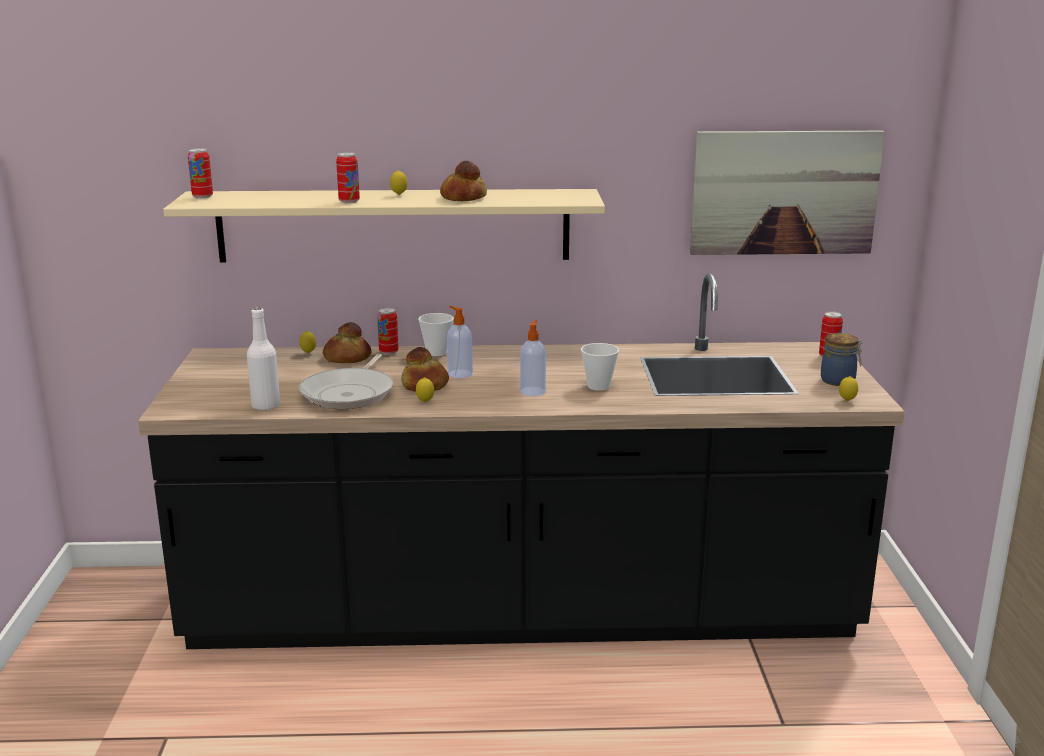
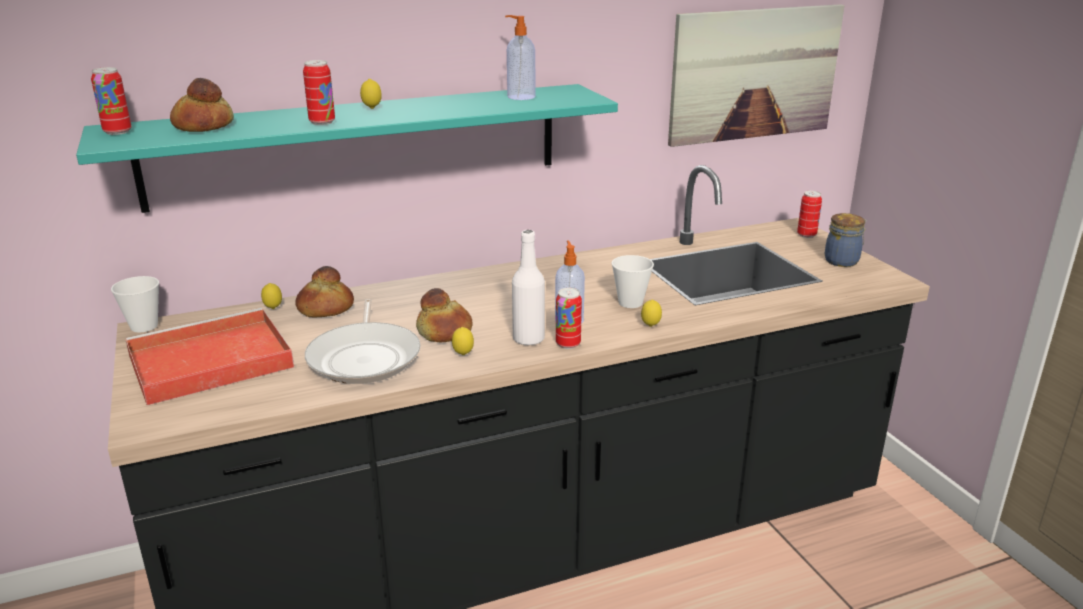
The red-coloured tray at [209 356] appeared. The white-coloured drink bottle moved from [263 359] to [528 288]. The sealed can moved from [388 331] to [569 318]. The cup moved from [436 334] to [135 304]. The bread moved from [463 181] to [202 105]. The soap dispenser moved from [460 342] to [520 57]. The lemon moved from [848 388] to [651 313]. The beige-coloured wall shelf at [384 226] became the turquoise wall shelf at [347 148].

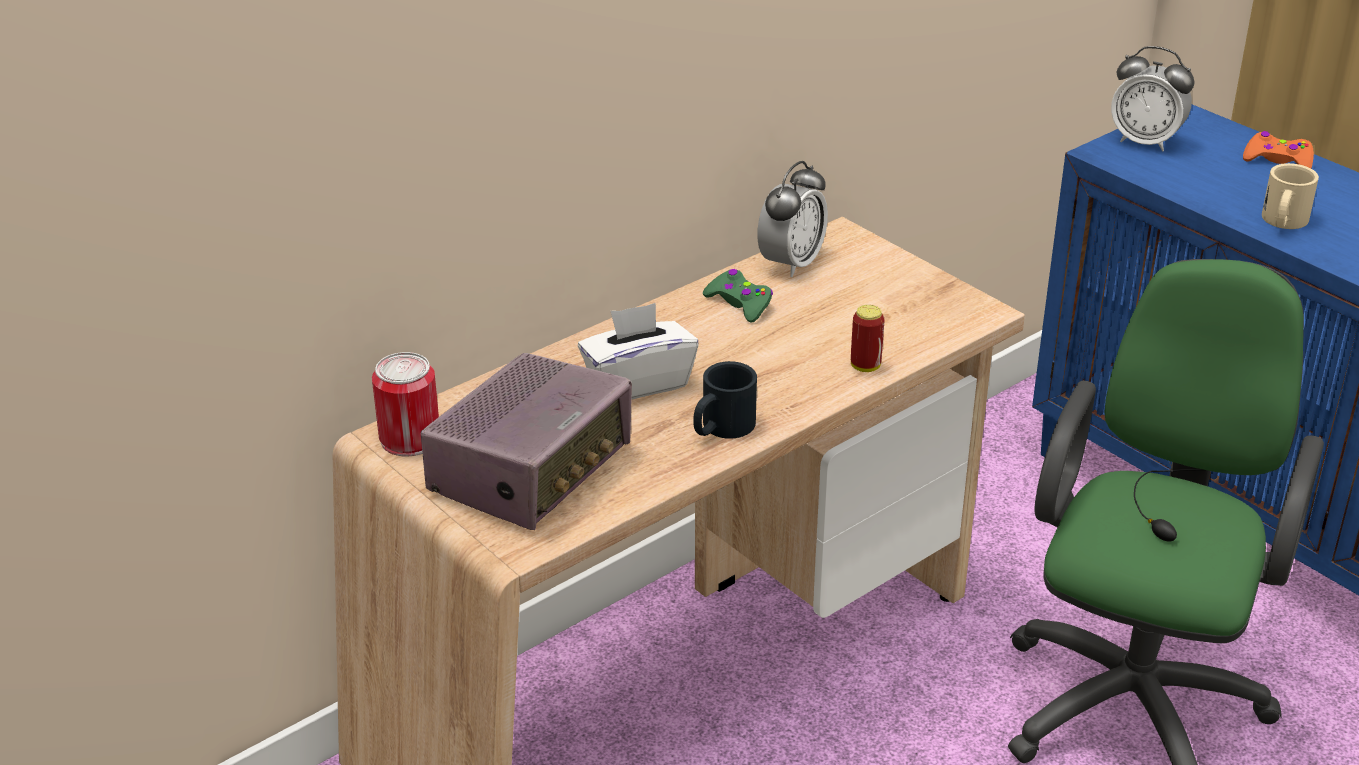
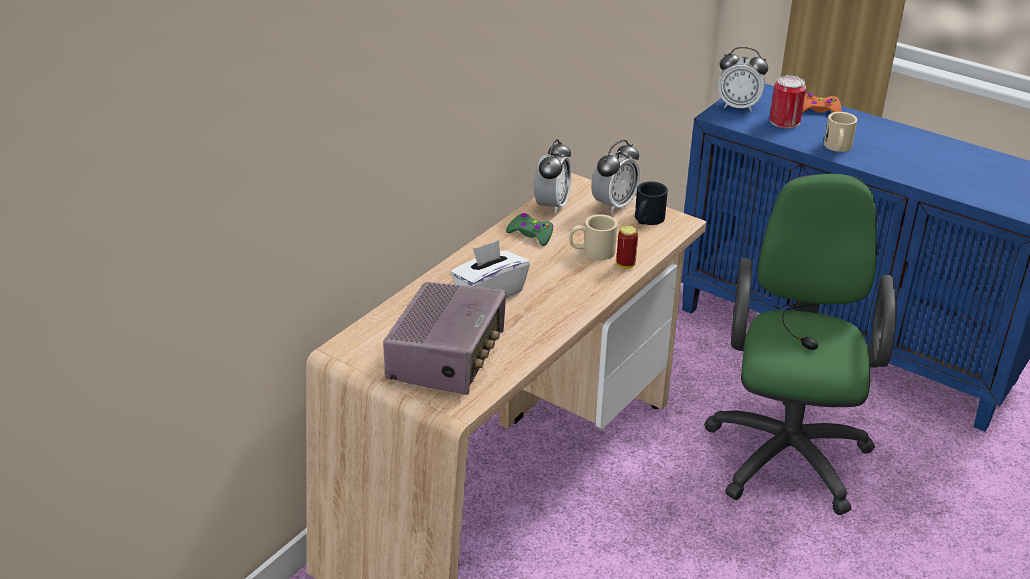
The beige-coloured tea mug at [593 237] appeared. The alarm clock at [615 177] appeared. The sealed can moved from [405 404] to [788 101]. The blackish tea mug moved from [725 400] to [651 203].

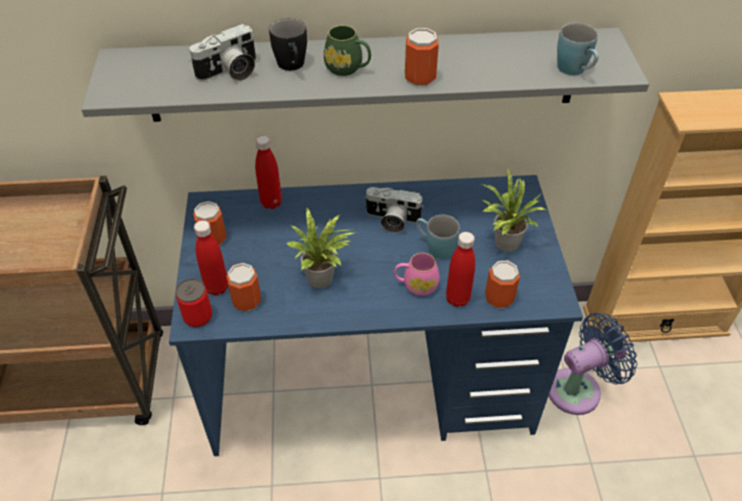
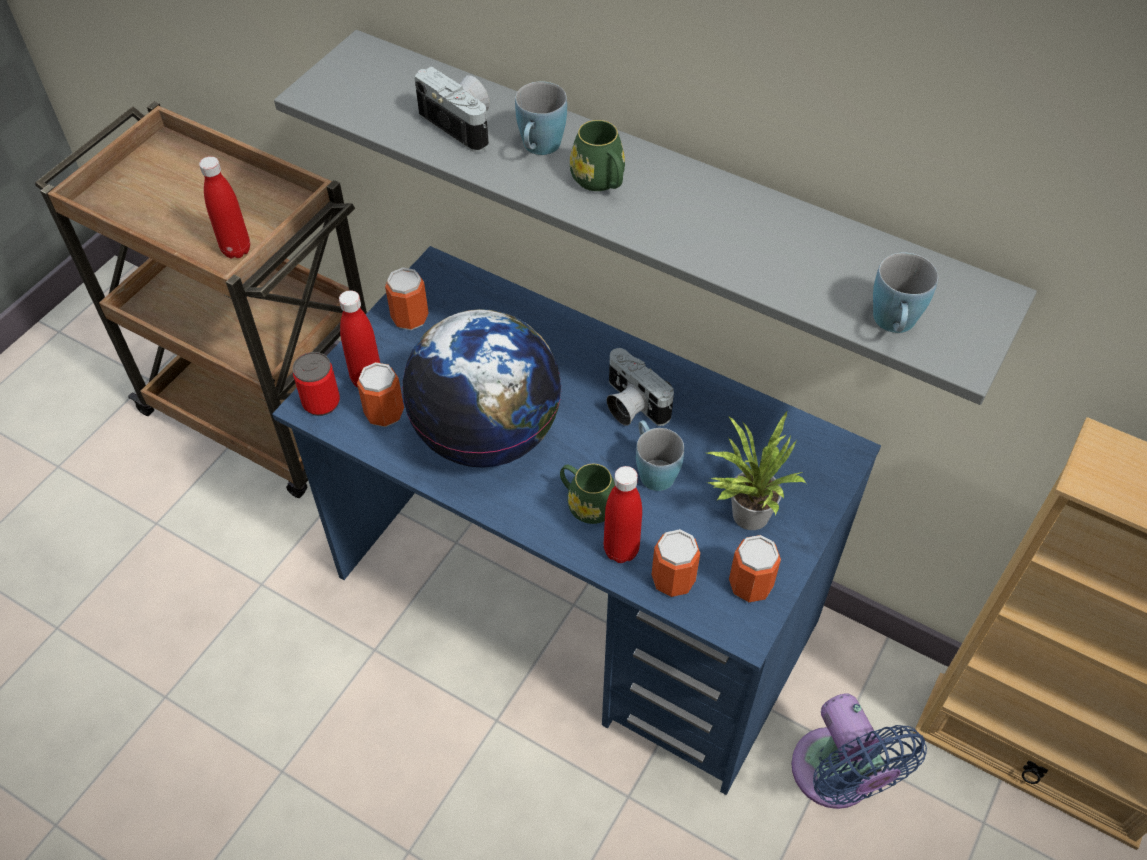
The red-coloured drink bottle moved from [268 172] to [224 207]. The sealed can moved from [422 57] to [755 568]. The houseplant at [321 248] was replaced by the desk globe at [482 388]. The blackish tea mug at [288 44] became the blue tea mug at [541 118]. The pink-coloured tea mug at [416 274] became the green tea mug at [587 494]. The photo camera at [222 52] turned 135 degrees counterclockwise. The blue electric fan at [593 364] turned 60 degrees clockwise.

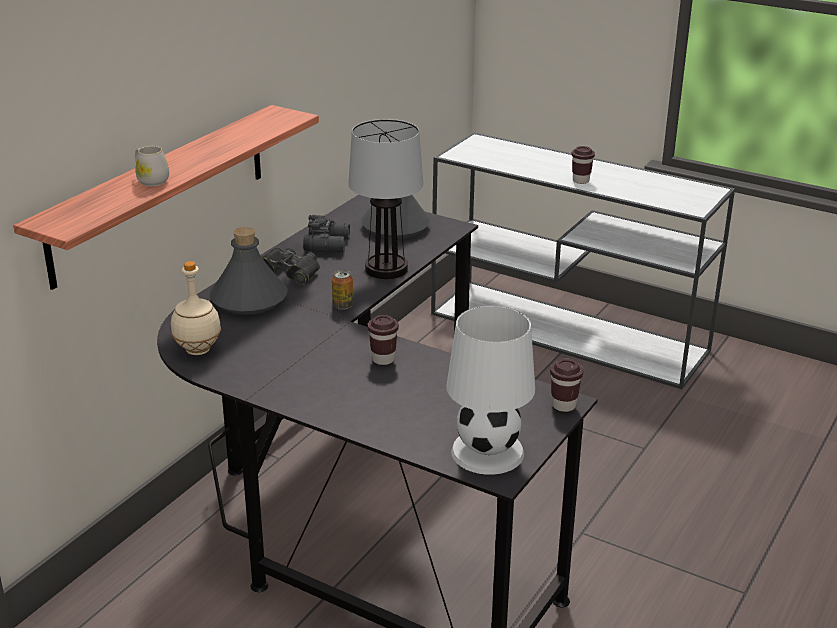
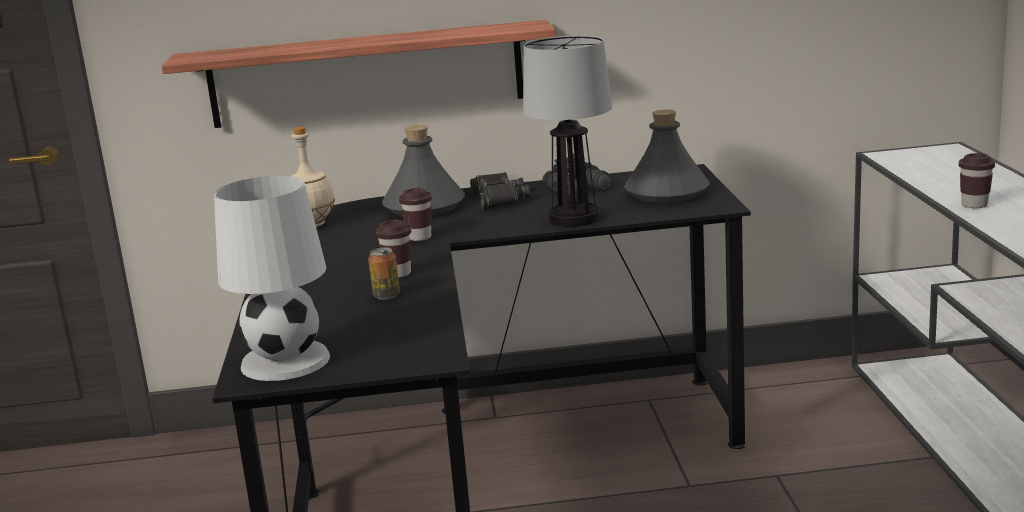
The white-coloured tea mug at [152 166] disappeared. The sealed can moved from [342 290] to [384 273]. The brown-coloured cup moved from [566 385] to [415 214].

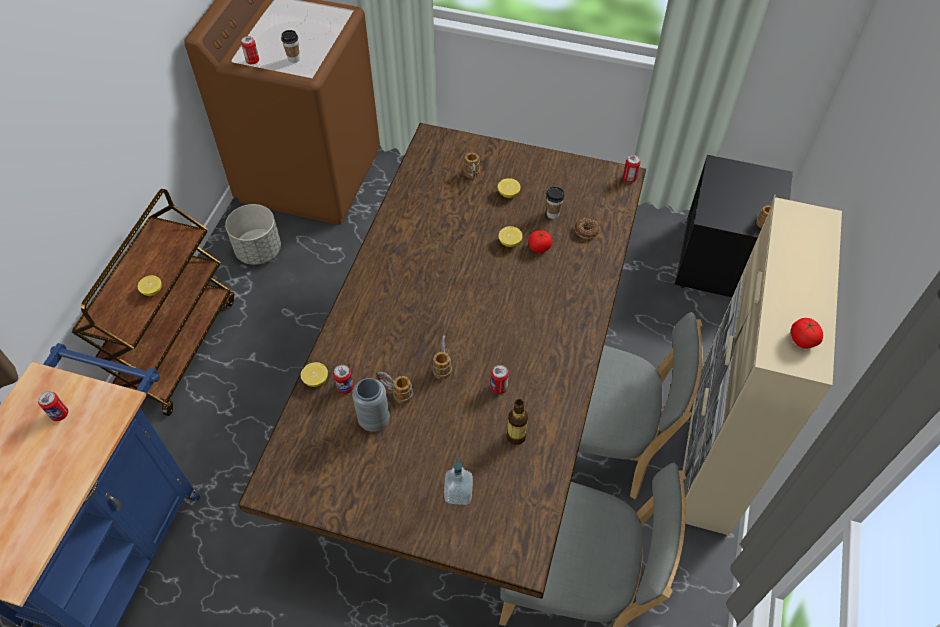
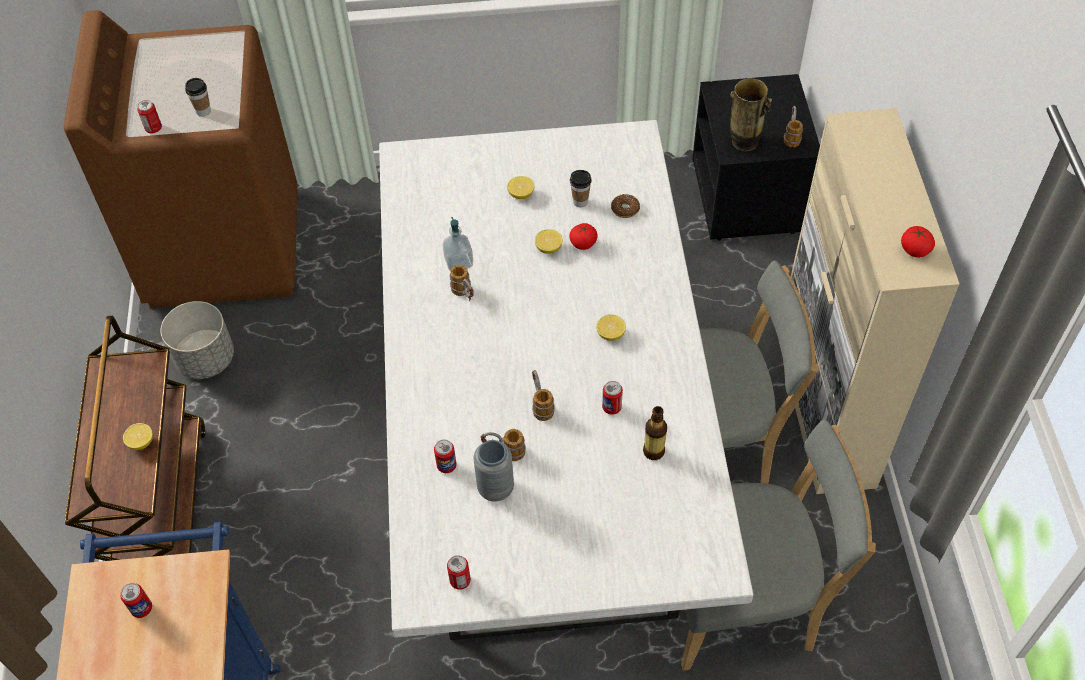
The decorative vase at [751 114] appeared. The lemon moved from [314 374] to [611 327]. The soap dispenser moved from [458 481] to [458 244]. The tea mug moved from [472 167] to [461 283]. The sealed can moved from [632 169] to [459 572]. The brown-coloured dining table at [442 361] became the white-coloured dining table at [566 380].

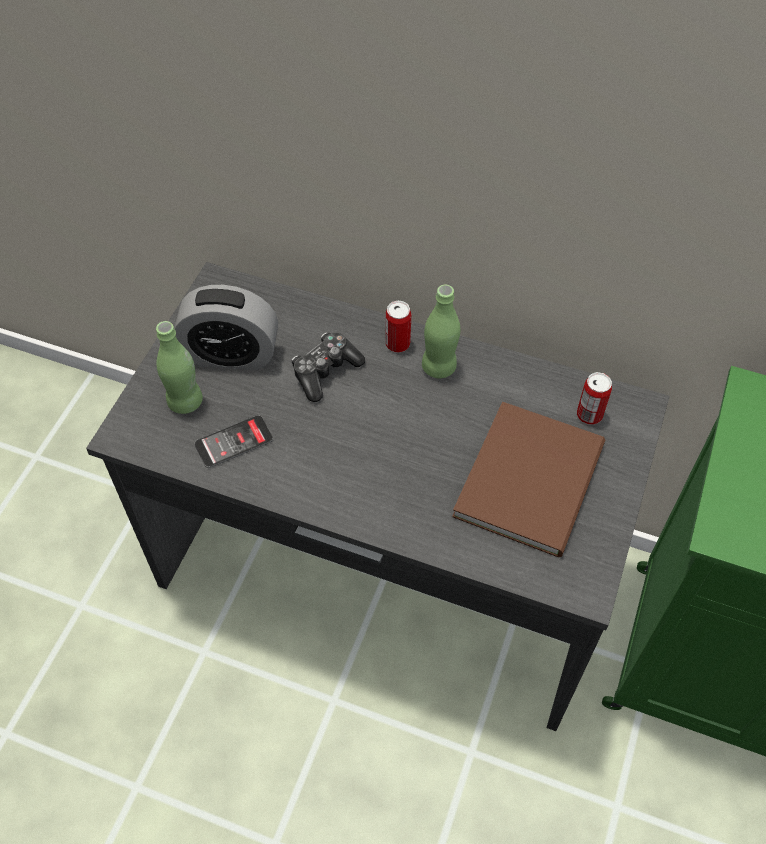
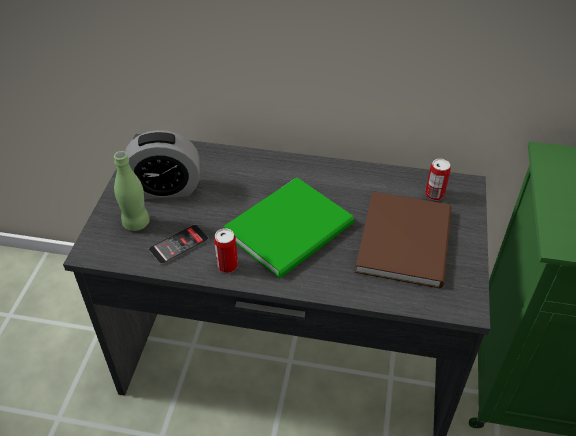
The gamepad at [328 367] disappeared. The green drink bottle at [441 331] disappeared. The green bound book at [288 228] appeared. The sealed can moved from [398 327] to [226 250].

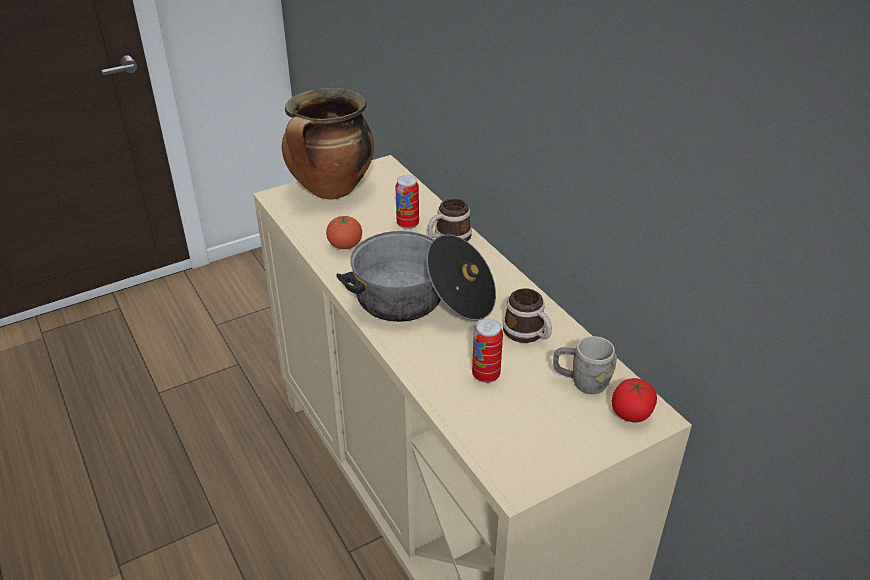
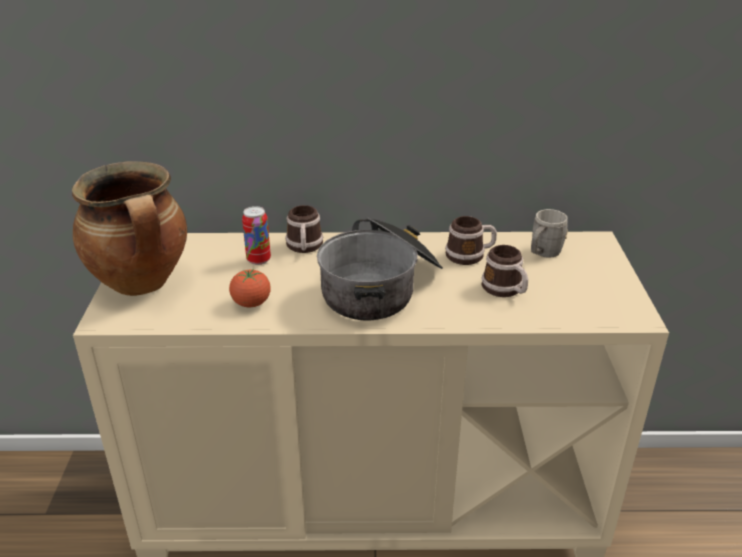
The fresh tomato at [634 400] disappeared. The sealed can at [487 351] was replaced by the tea mug at [504 271].

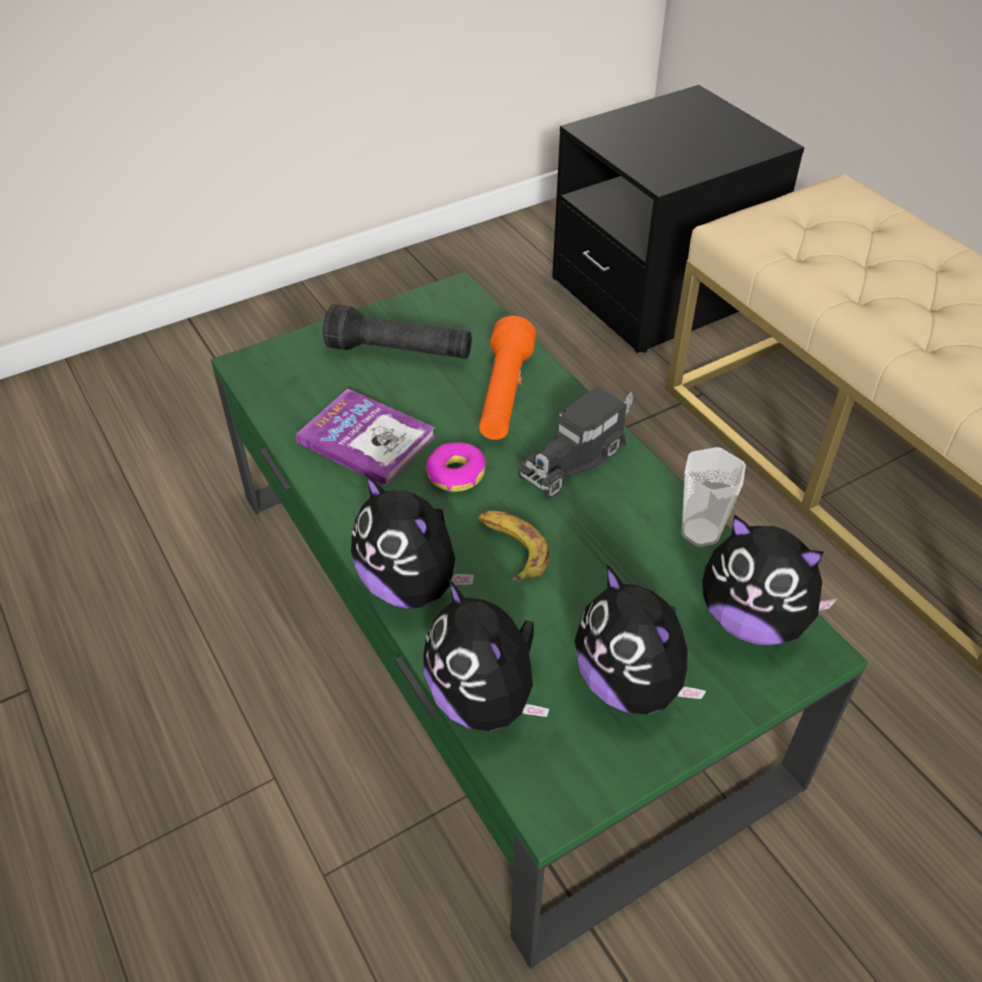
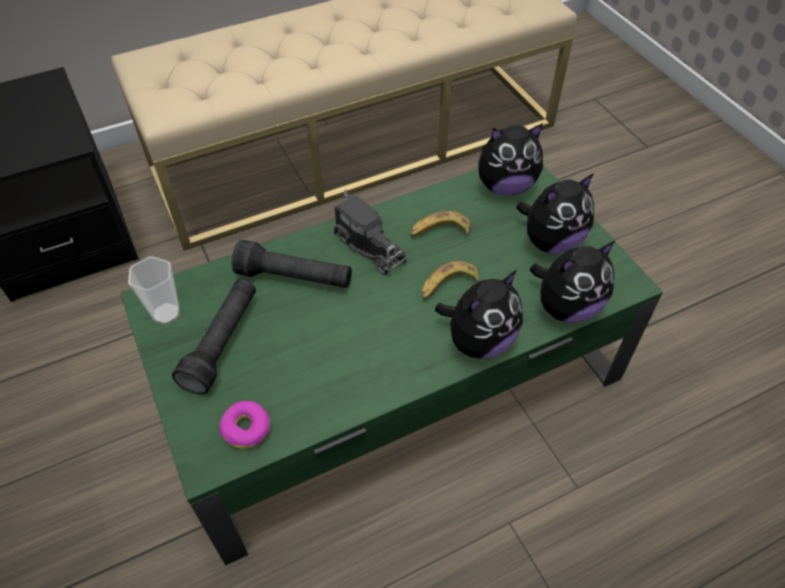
The bound book at [365 437] disappeared. The banana at [440 224] appeared. The donut moved from [456 467] to [245 425]. The cup moved from [714 497] to [153 290]. The orangey flashlight at [507 378] became the blackish flashlight at [292 264]. The soft toy at [770 580] turned 45 degrees clockwise.

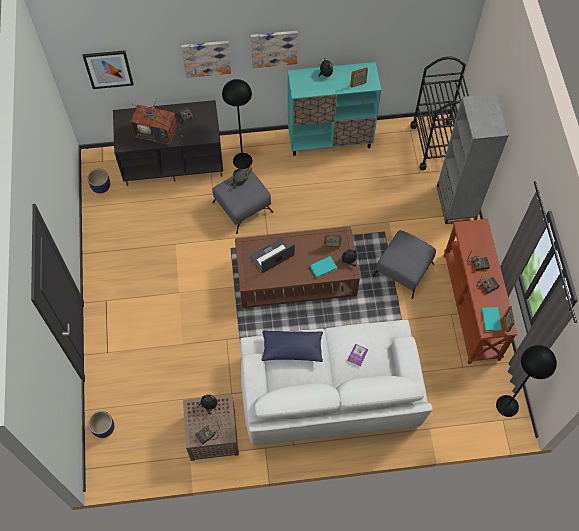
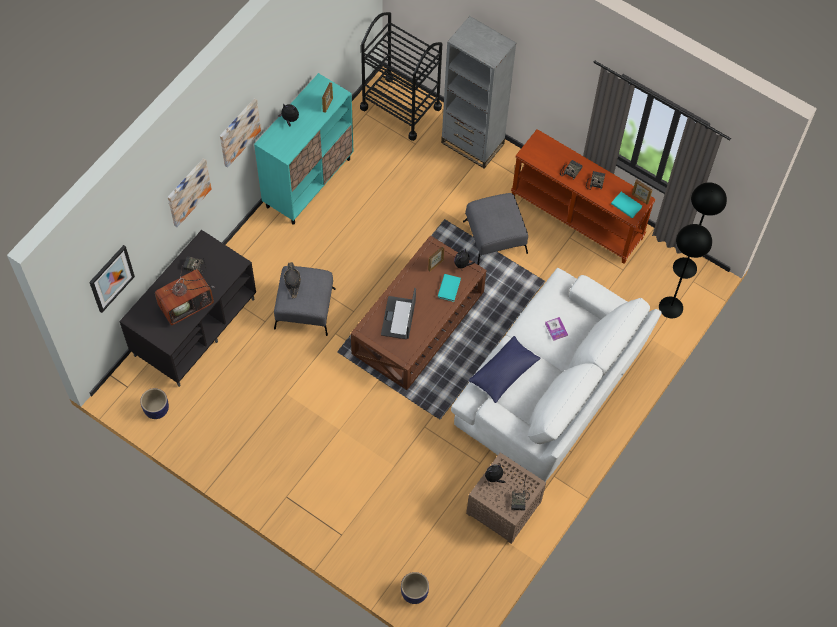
The blackish floor lamp moved from [237 124] to [685 271].

